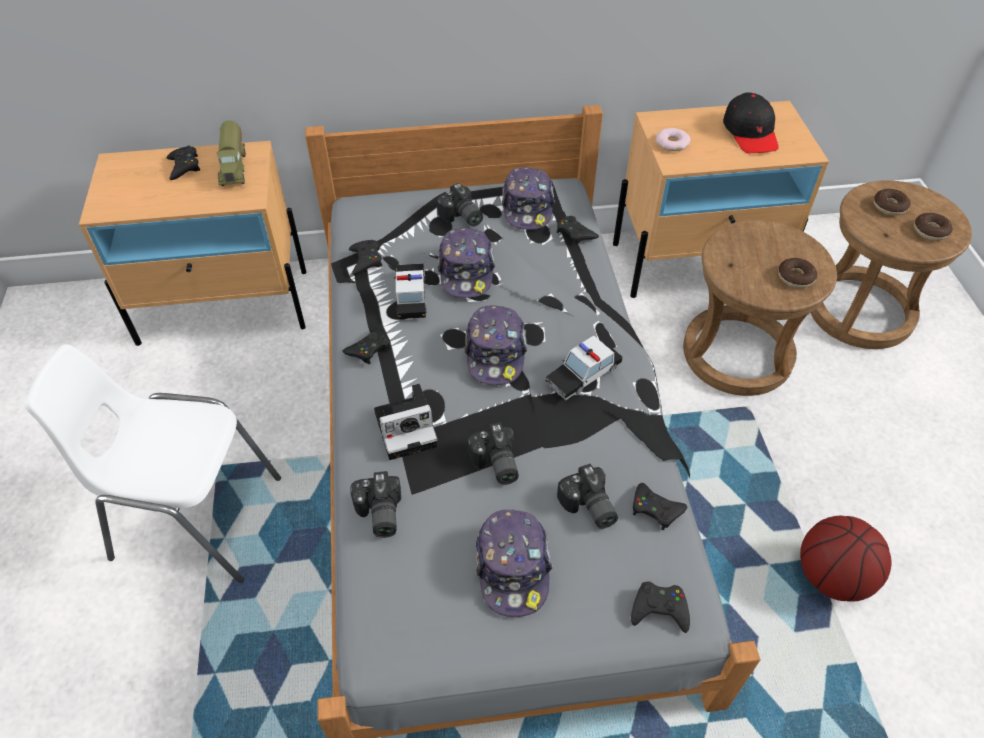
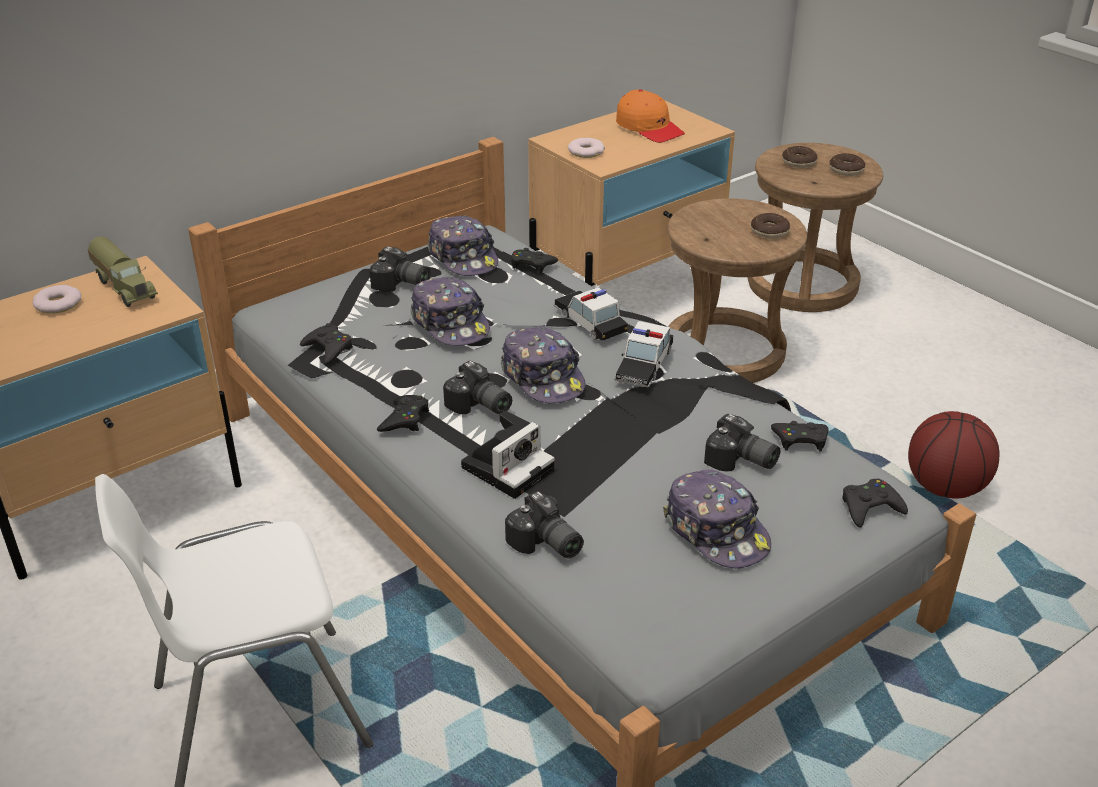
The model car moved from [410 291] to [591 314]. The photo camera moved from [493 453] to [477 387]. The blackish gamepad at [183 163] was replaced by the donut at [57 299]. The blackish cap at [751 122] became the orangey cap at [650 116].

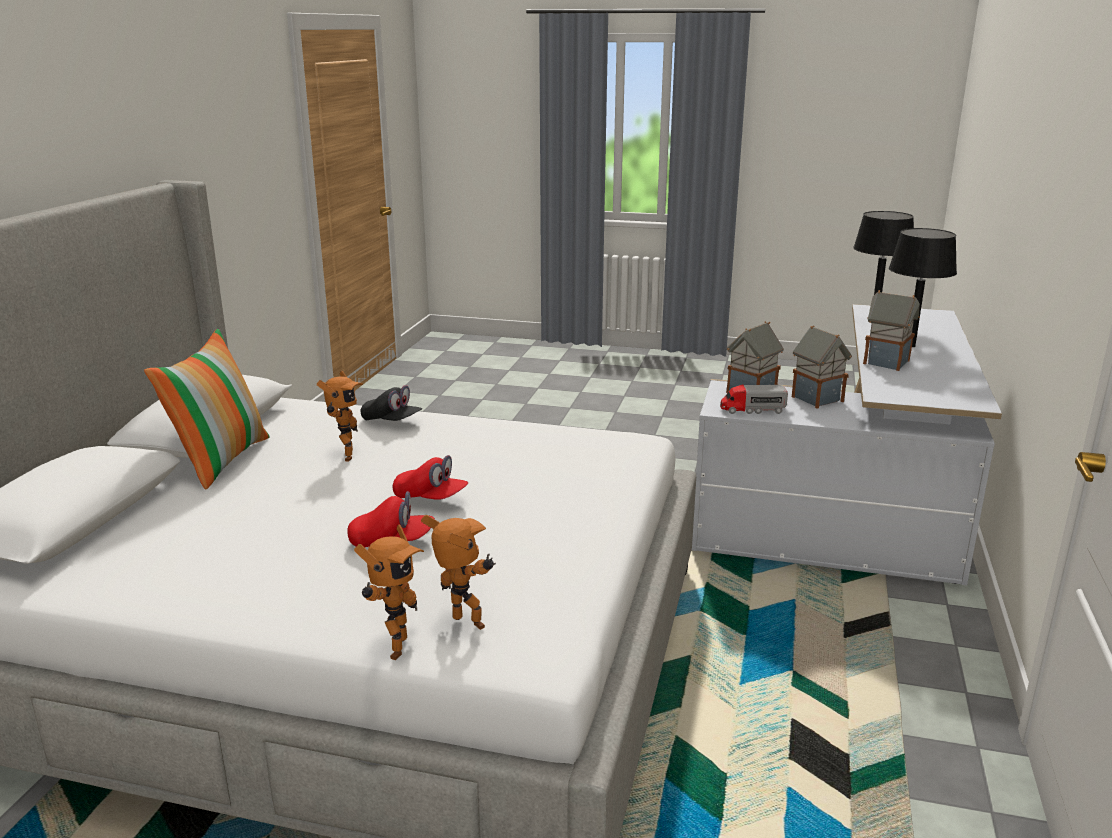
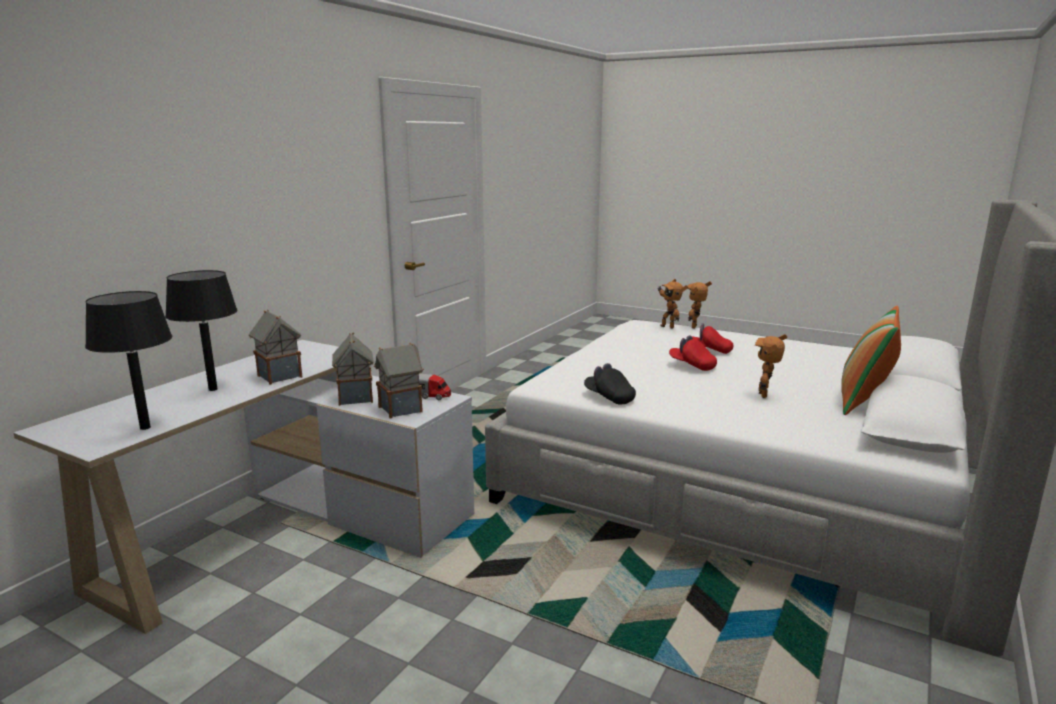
The blackish cap moved from [391 403] to [610 384].

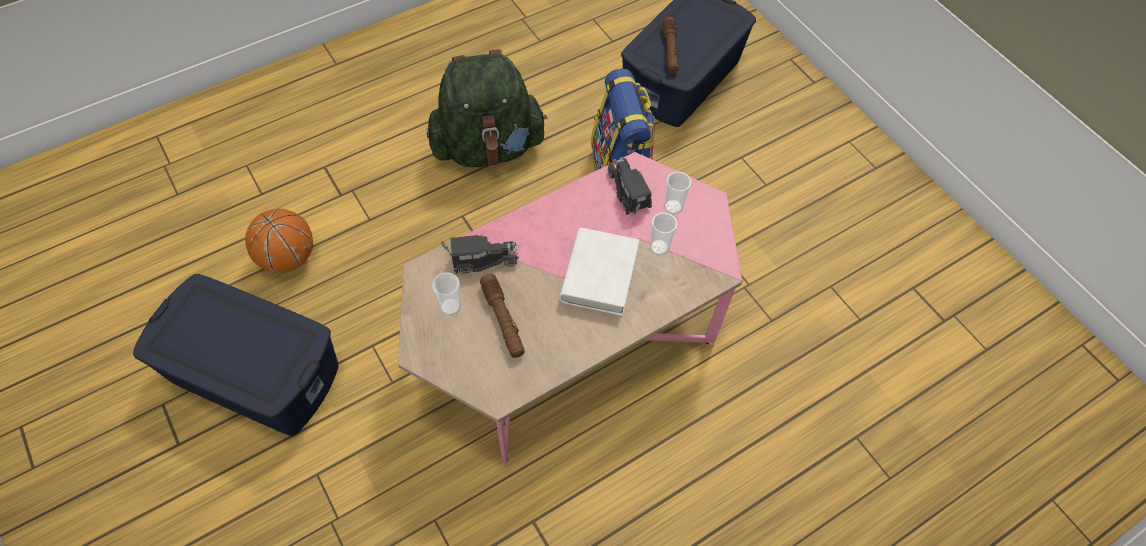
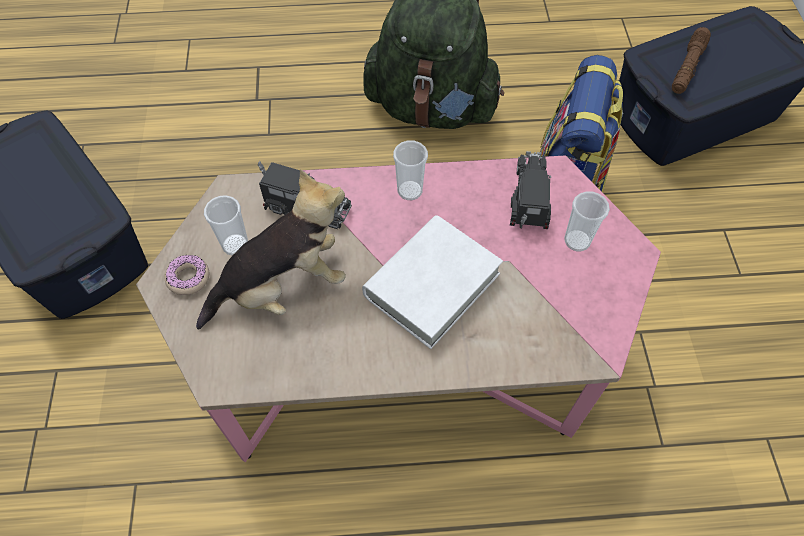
The basketball ball at [279 240] disappeared. The donut at [186 275] appeared. The cup moved from [664 234] to [410 170]. The brown-coloured flashlight at [502 316] was replaced by the soft toy at [271 249].

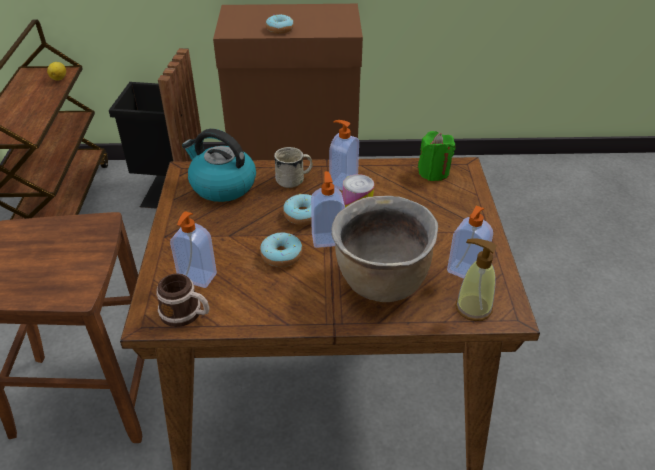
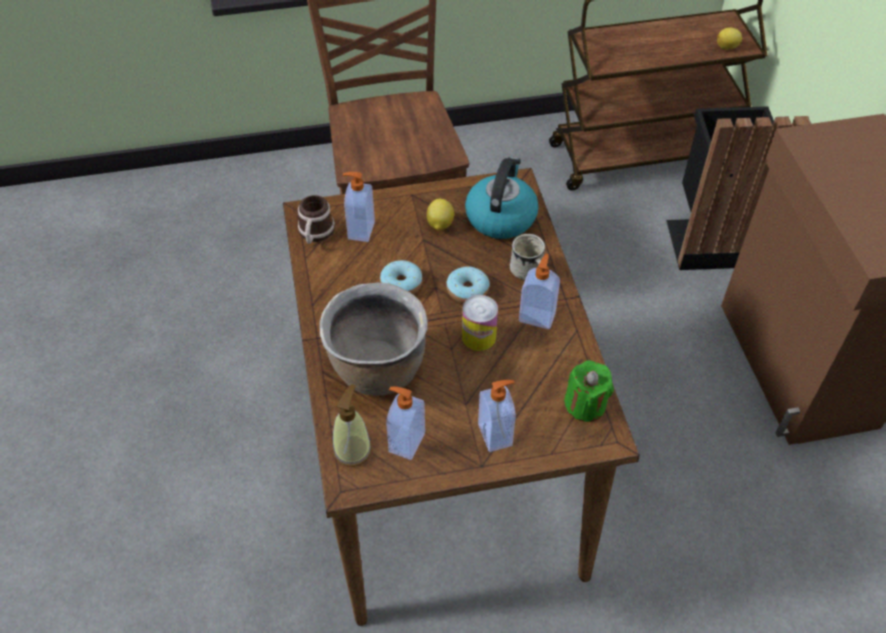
The donut at [280 24] disappeared. The lemon at [440 214] appeared. The soap dispenser moved from [328 209] to [497 416].

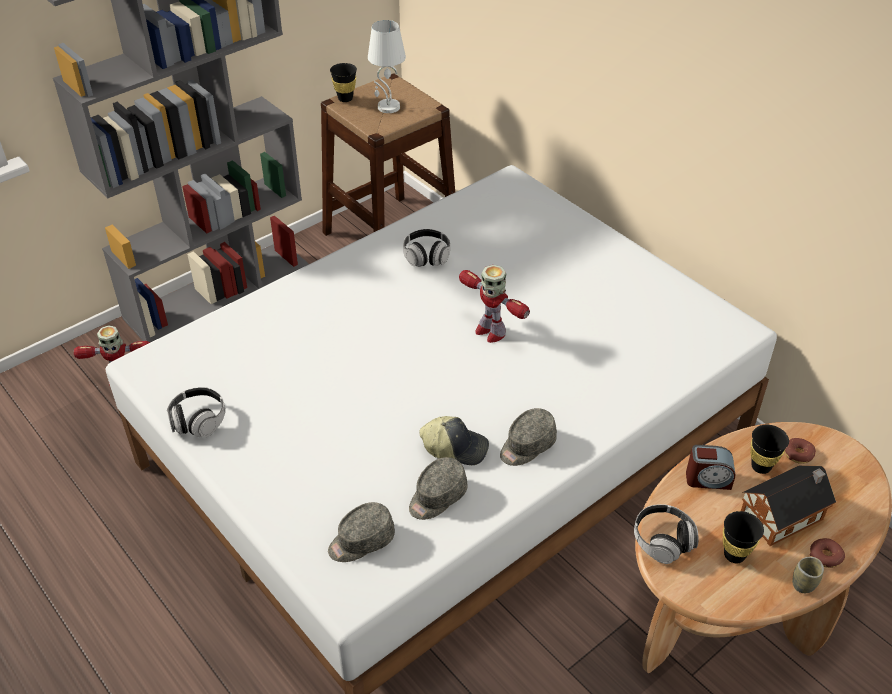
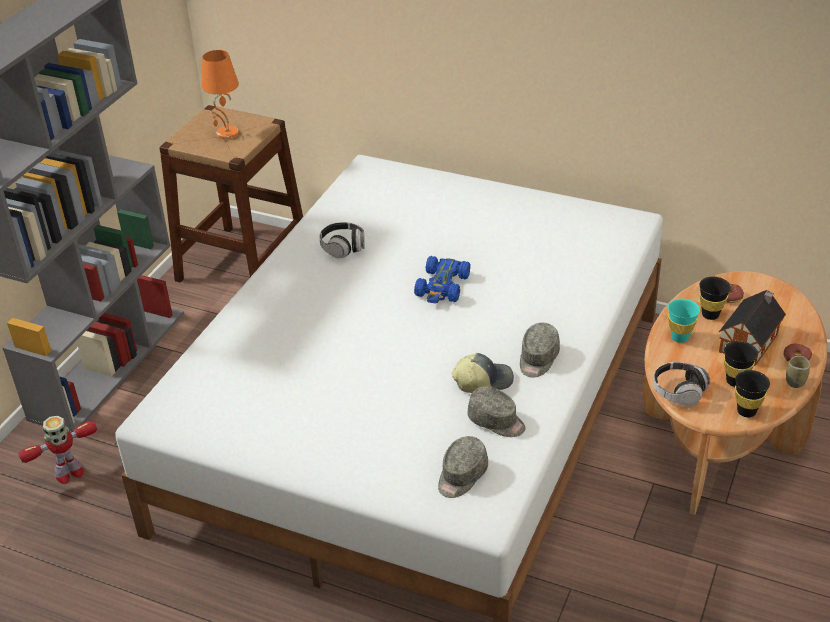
The headphones at [196 412] disappeared. The blackish cup moved from [343 82] to [752 393]. The toy robot at [494 304] was replaced by the blue model car at [442 280]. The alarm clock at [710 467] was replaced by the turquoise cup at [684 321]. The white-coloured lamp for a table at [387 66] became the orangey lamp for a table at [220 95]. The gray cap at [438 488] turned 75 degrees counterclockwise.

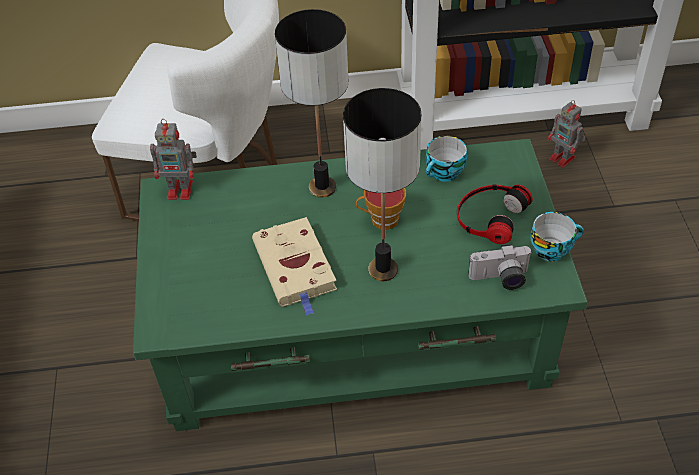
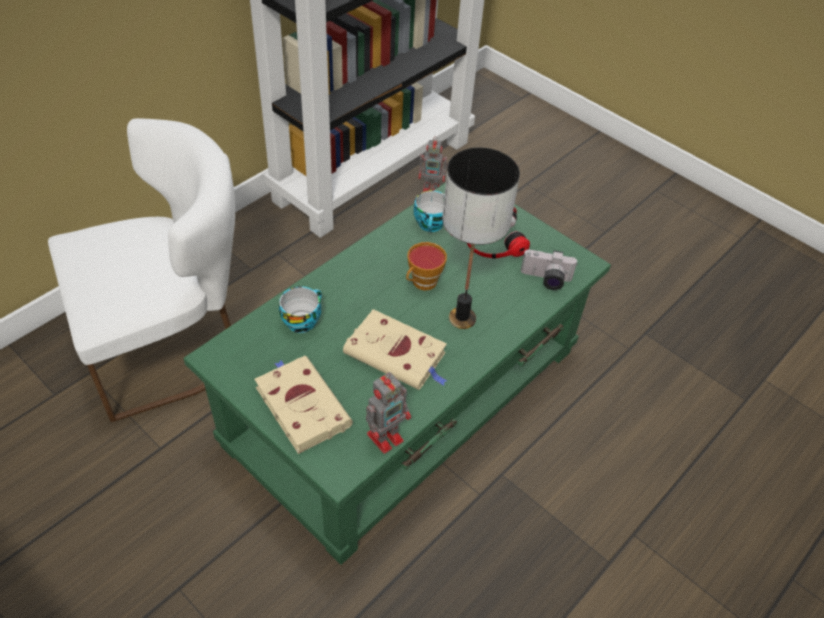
The lamp for a table at [311 103] disappeared. The beige-coloured bound book at [303 405] appeared. The toy robot moved from [173 159] to [388 413]. The cup moved from [557 236] to [300 309]. The photo camera at [500 267] turned 60 degrees clockwise.

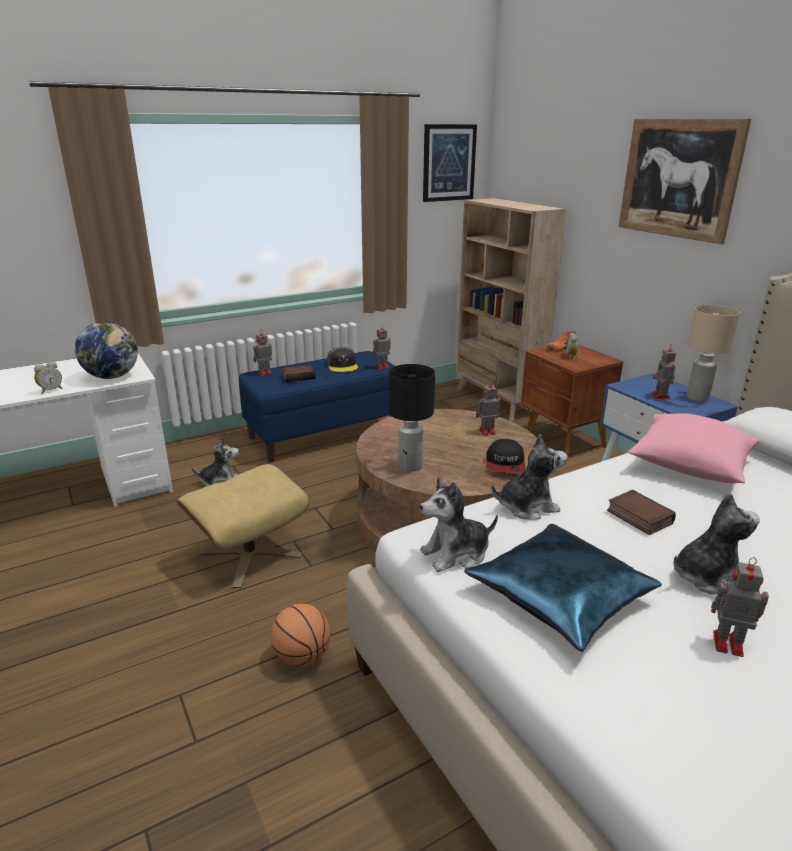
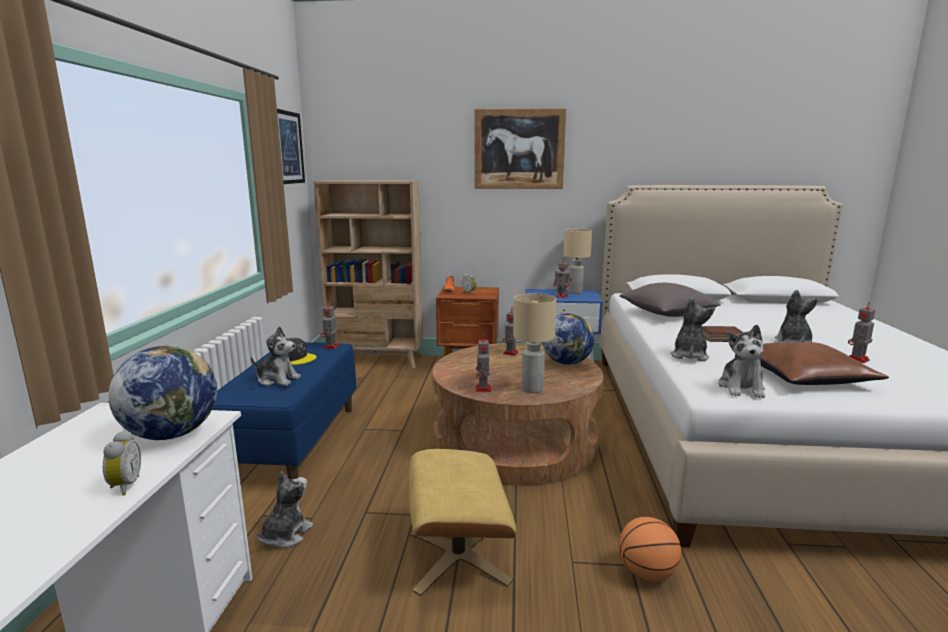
The toy robot moved from [262 354] to [483 363]. The bound book at [299 373] was replaced by the soft toy at [276 356]. The cap at [505 456] was replaced by the desk globe at [569 339]. The blackish lamp for a table at [412 418] became the beige-coloured lamp for a table at [534 343]. The blue throw pillow at [563 588] became the brown-coloured throw pillow at [824 363]. The pink-coloured throw pillow at [694 448] became the gray throw pillow at [670 300].

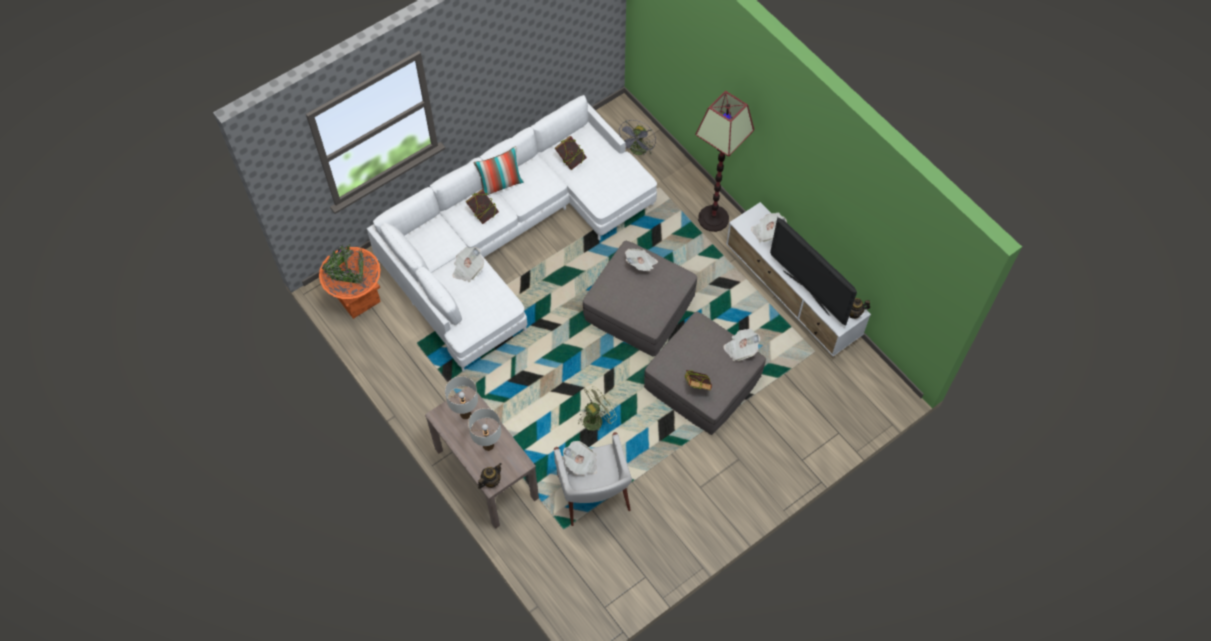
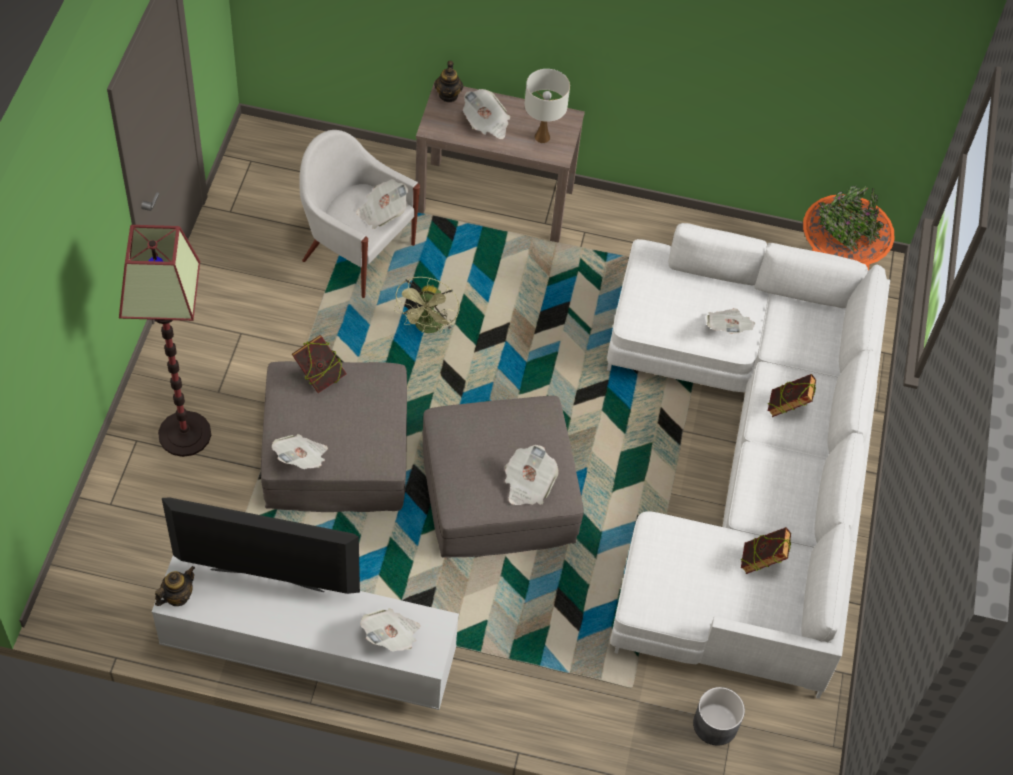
The throw pillow at [499 170] disappeared. The floor lamp moved from [724 161] to [165 341]. The white-coloured lamp for a table at [484 429] was replaced by the newspaper at [486 114]. The gray electric fan at [637 137] was replaced by the gray plant pot at [719 716].

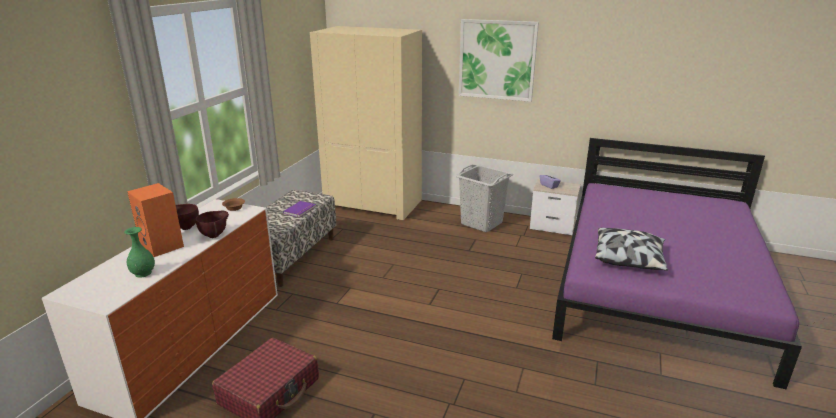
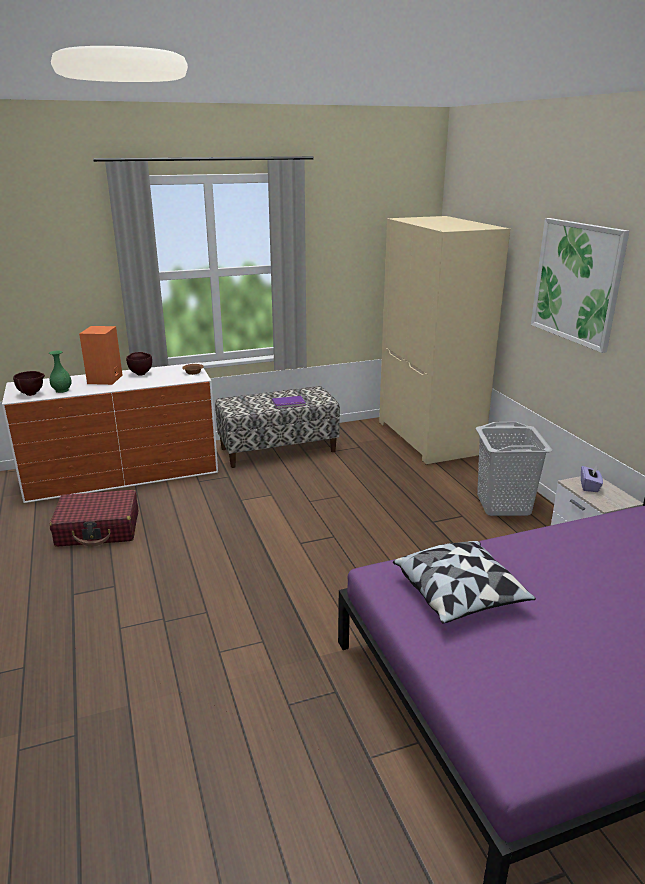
The brown-coloured bowl moved from [212 224] to [29 383].

